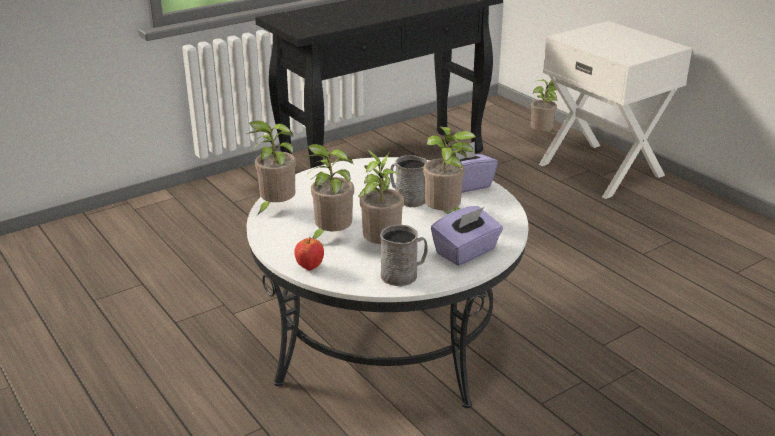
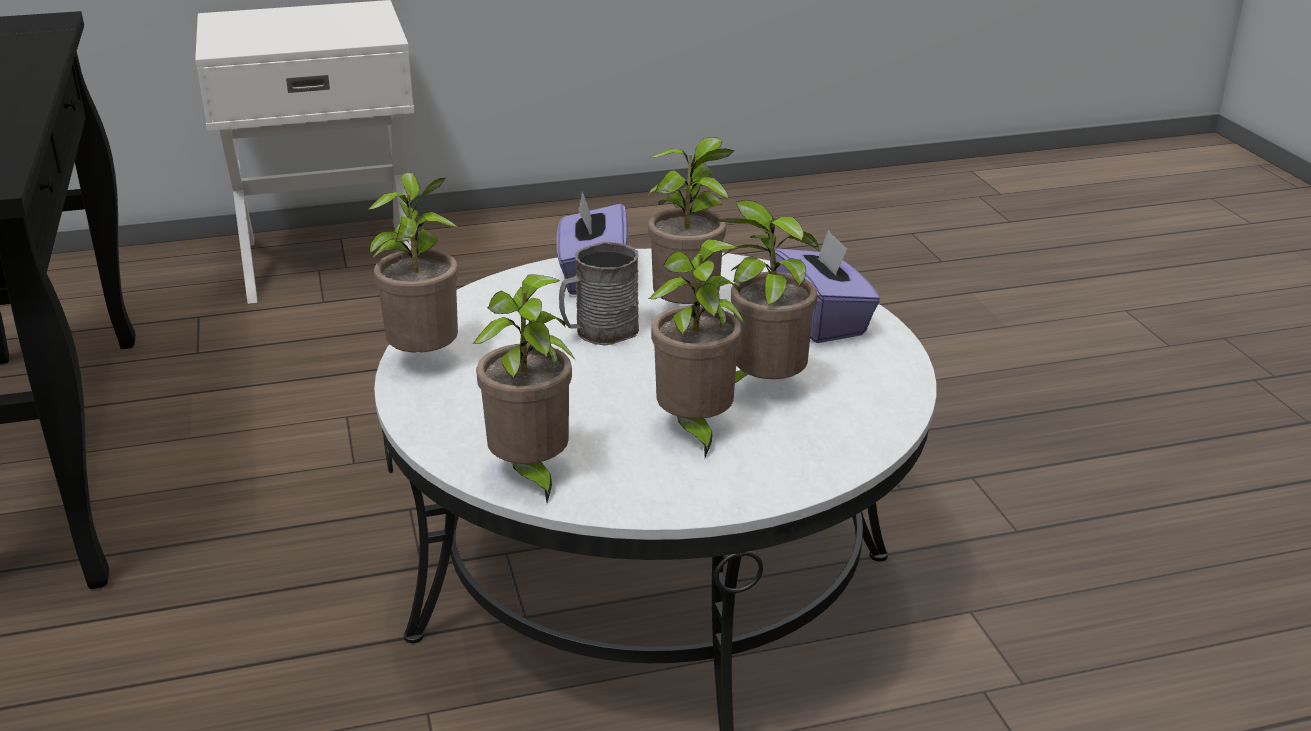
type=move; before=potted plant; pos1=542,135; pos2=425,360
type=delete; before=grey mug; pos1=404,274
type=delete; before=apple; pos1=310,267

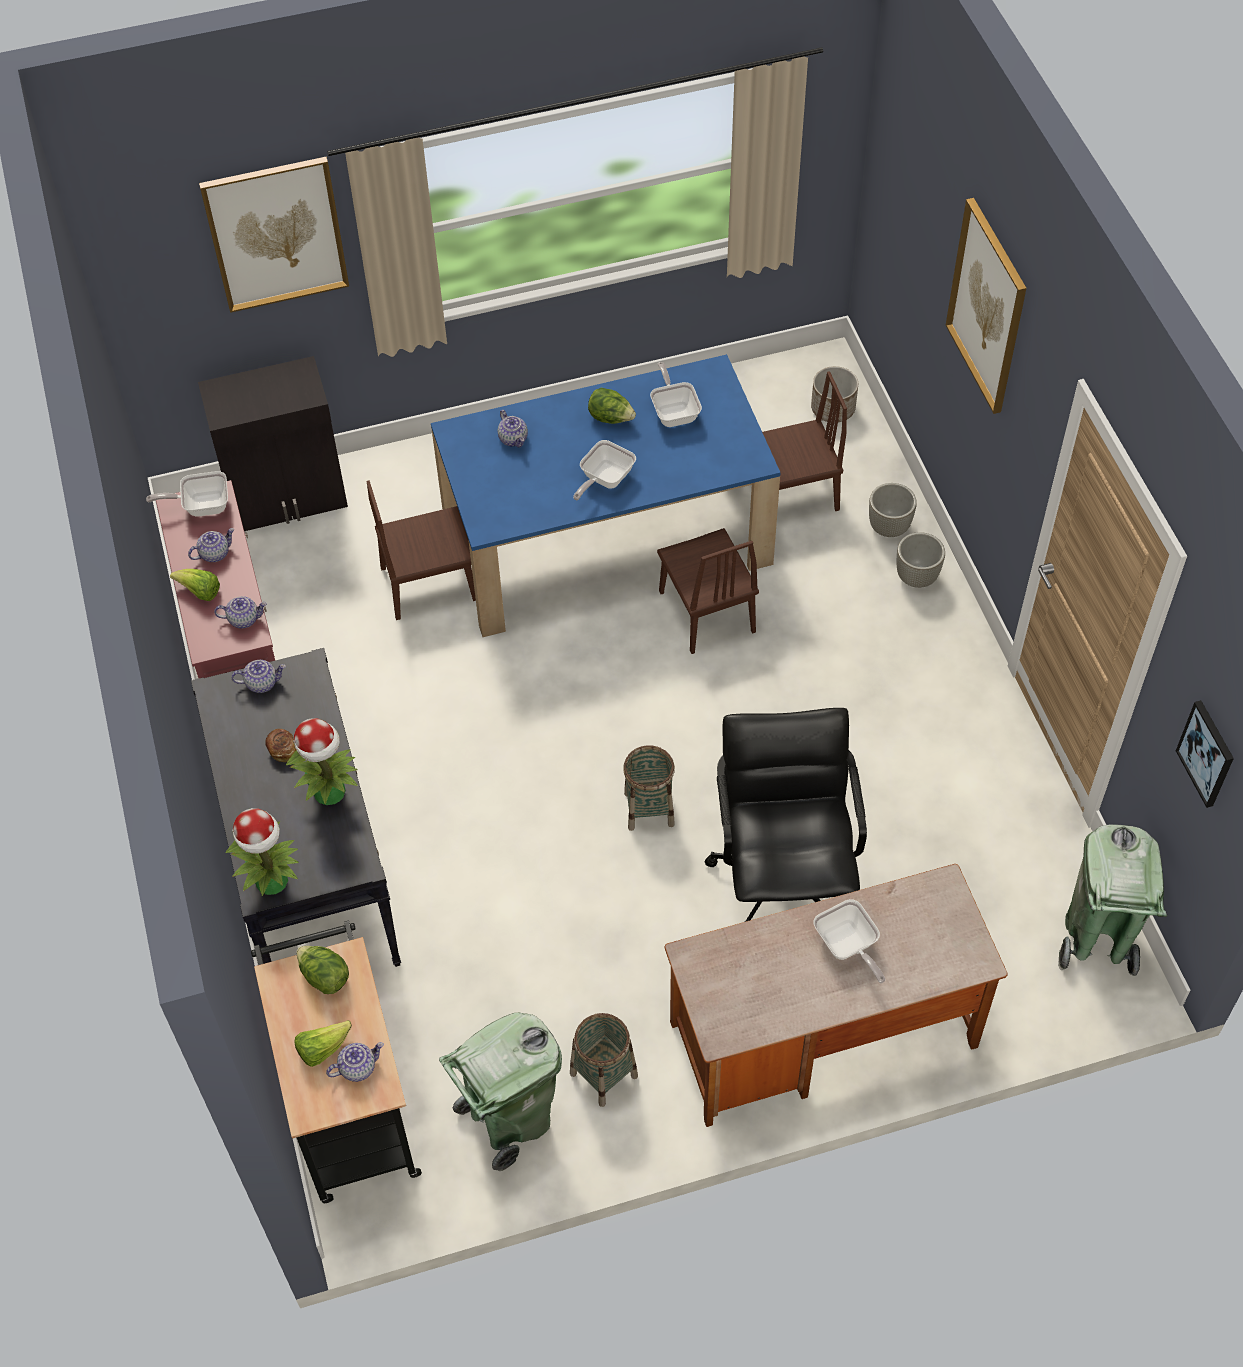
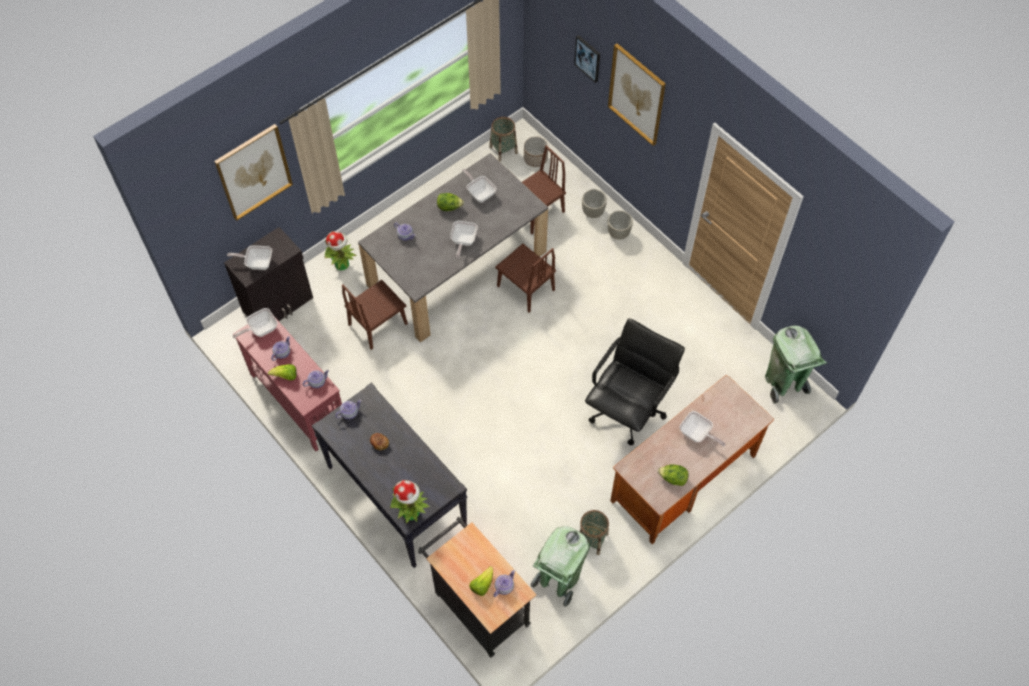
type=recolor; before=blue-coloured kitchen table; after=grey kitchen table; pos1=606,539; pos2=456,268
type=move; before=wall art; pos1=1207,753; pos2=588,58
type=rotate; before=black-coloured desk chair; pos1=783,877; pos2=628,409; turn=60
type=move; before=potted plant; pos1=330,792; pos2=342,264
type=move; before=household basket; pos1=649,809; pos2=503,150
type=move; before=head of lettuce; pos1=324,977; pos2=673,478
type=insert; after=skillet; pos2=257,263

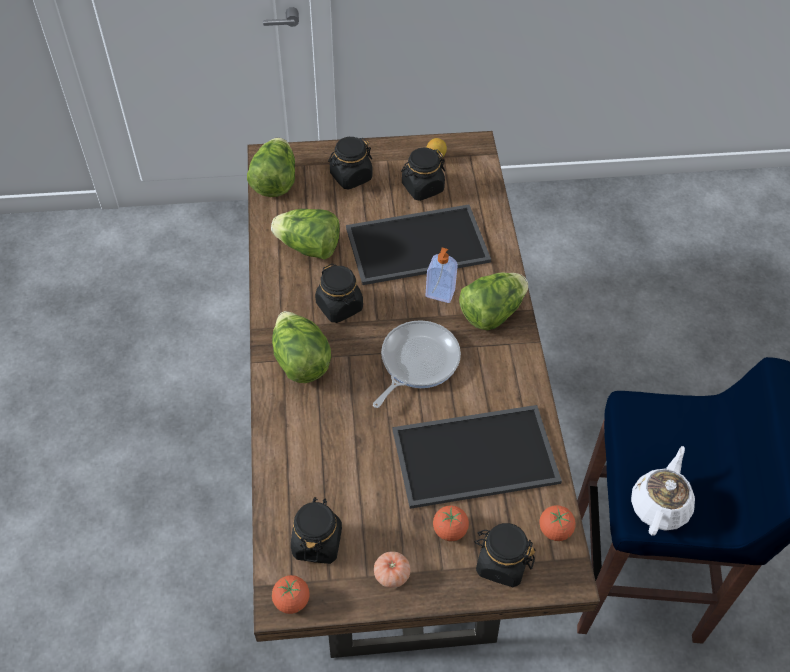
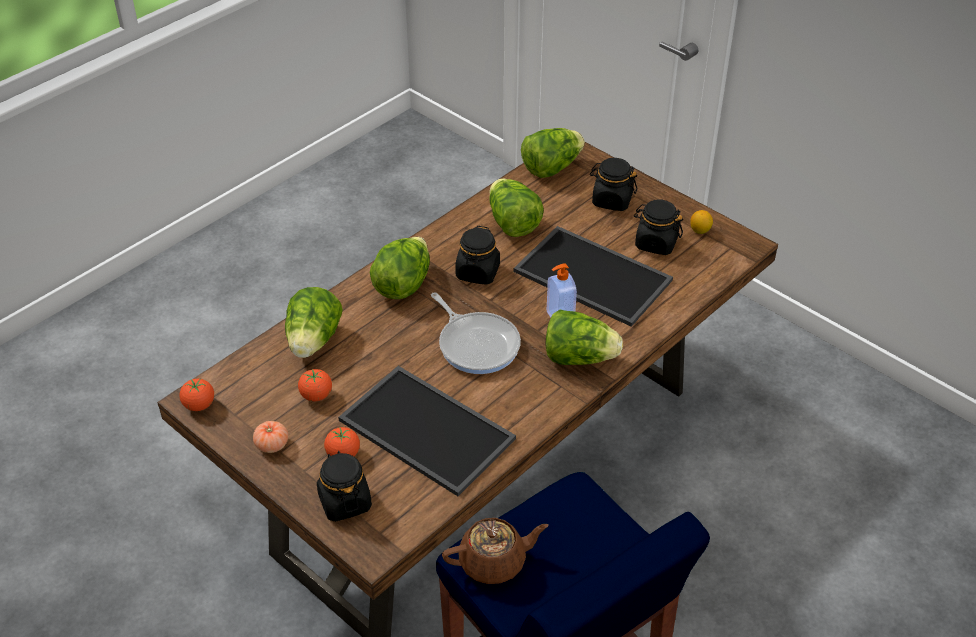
type=rotate; before=skillet; pos1=416,362; pos2=477,344; turn=60
type=recolor; before=whitish pot for tea; after=brownish pot for tea; pos1=660,505; pos2=494,562
type=delete; before=black-coloured preserve jar; pos1=317,542
type=move; before=whole tomato; pos1=555,530; pos2=316,395
type=insert; after=head of lettuce; pos2=314,341

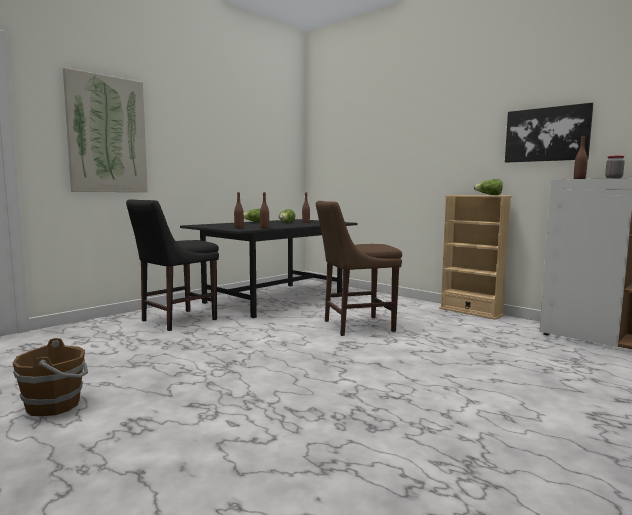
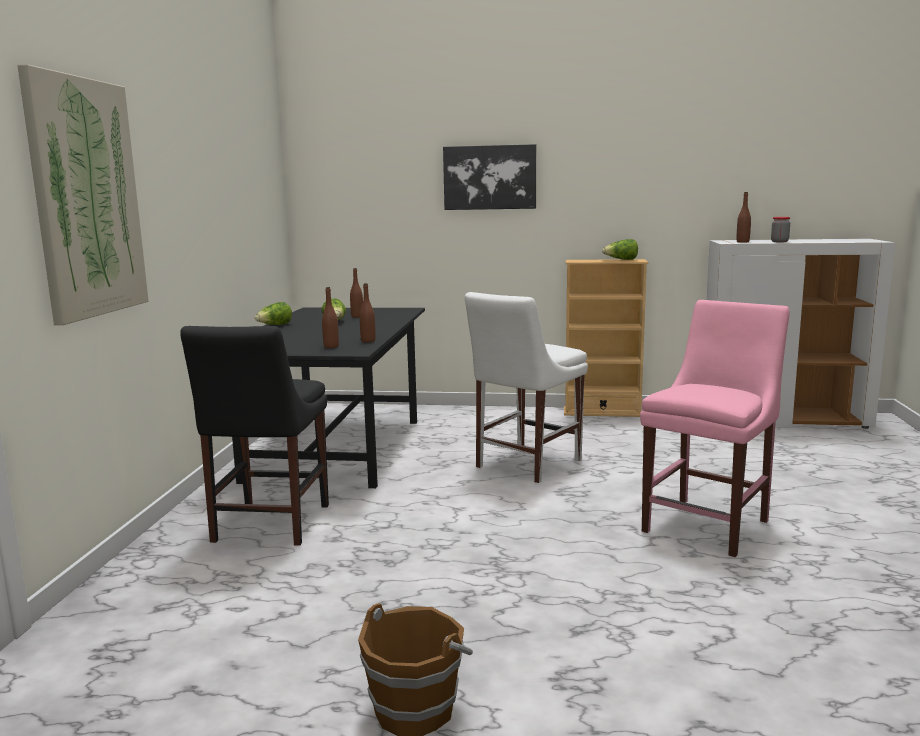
type=move; before=wall art; pos1=547,134; pos2=490,177
type=recolor; before=brownish chair; after=whitish chair; pos1=354,326; pos2=525,464
type=insert; after=pinkish chair; pos2=709,524

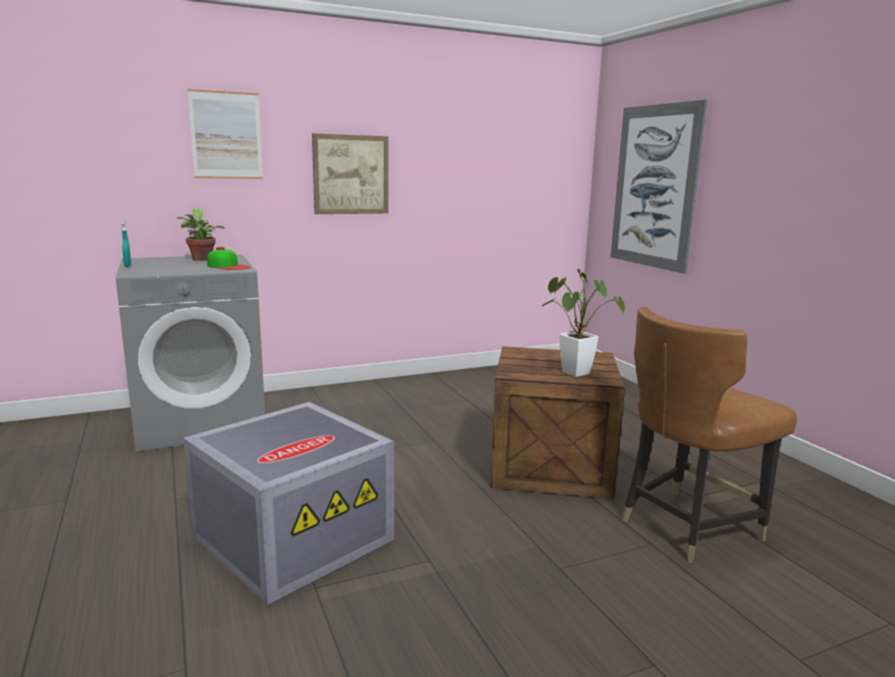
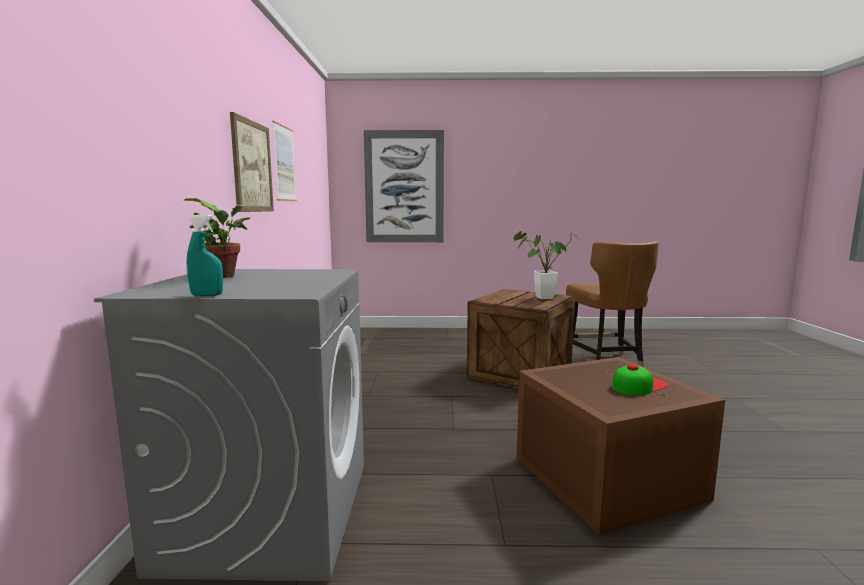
type=move; before=wall art; pos1=226,135; pos2=284,163
type=move; before=cap; pos1=228,266; pos2=638,385
type=recolor; before=grey storage box; after=brownish storage box; pos1=294,536; pos2=604,476

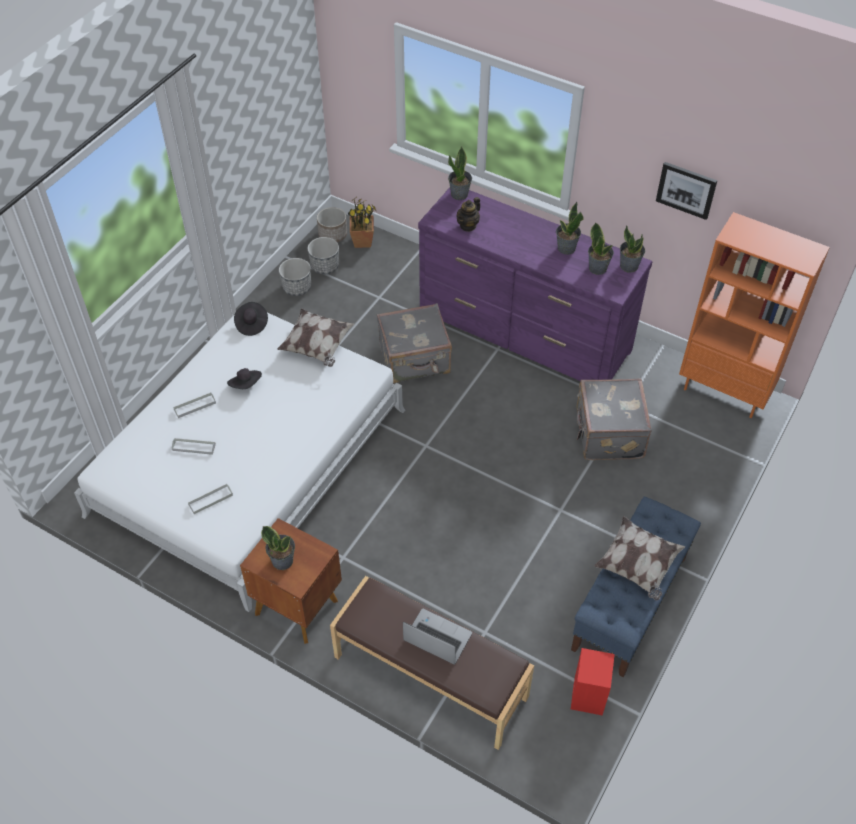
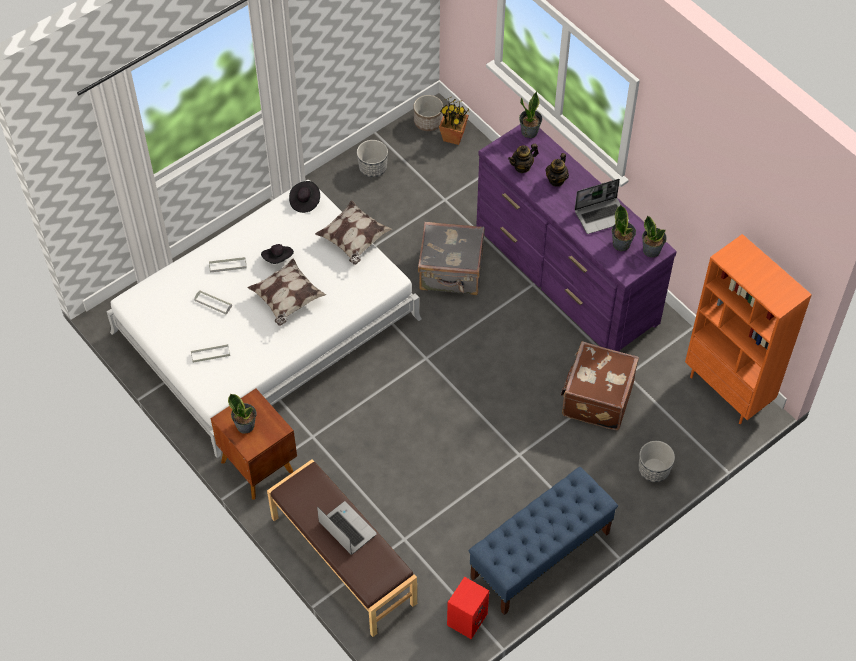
type=delete; before=wall art; pos1=686,189
type=replace; before=potted plant; after=portable computer; pos1=566,248; pos2=602,215
type=move; before=planter; pos1=325,266; pos2=653,469
type=recolor; before=grey suitcase; after=brownish suitcase; pos1=607,434; pos2=596,398
type=move; before=pillow; pos1=637,566; pos2=287,299
type=insert; after=pot for tea; pos2=556,180

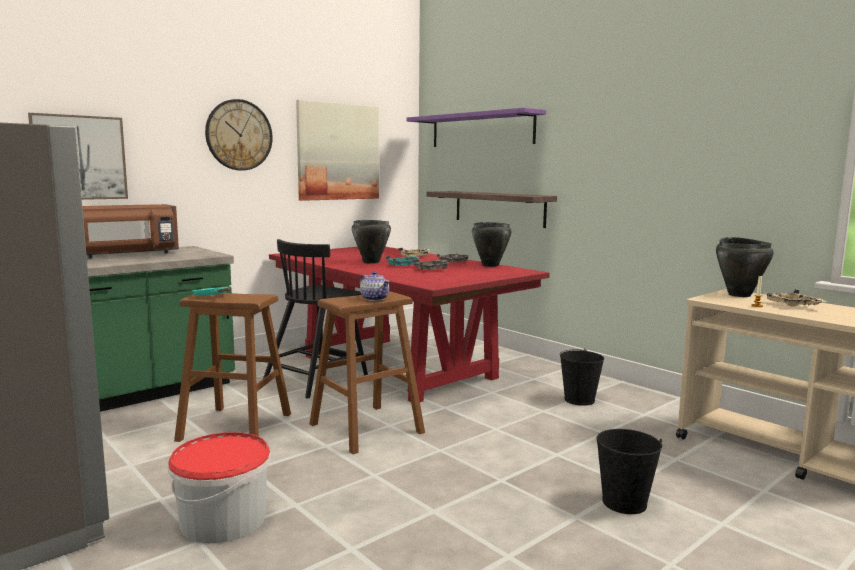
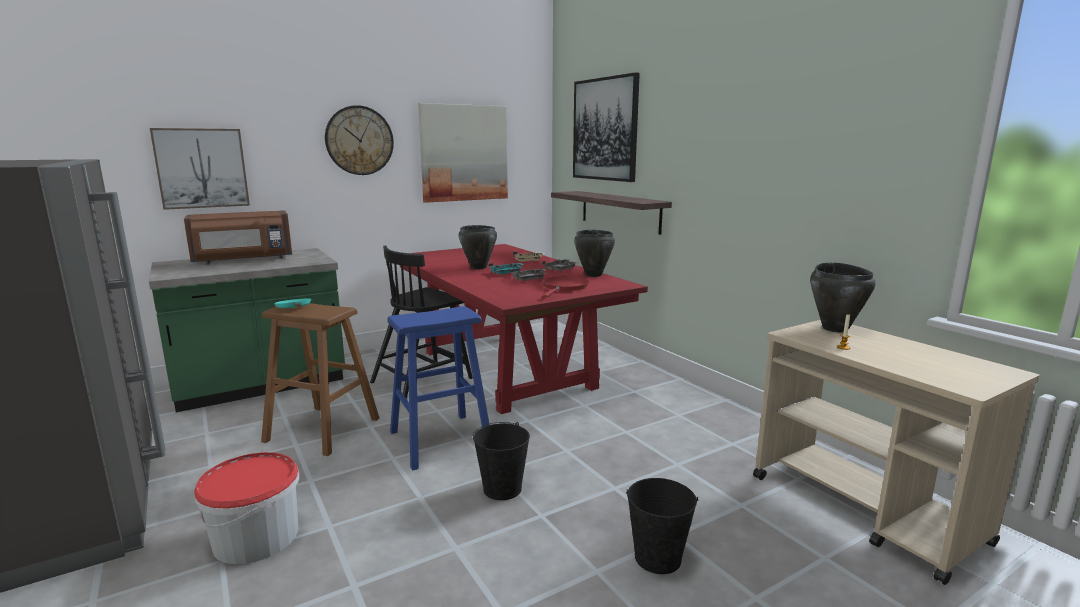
type=replace; before=purple wall shelf; after=wall art; pos1=481,130; pos2=605,129
type=delete; before=pot for tea; pos1=374,299
type=delete; before=beige carrying tray; pos1=793,305
type=recolor; before=brownish stool seat; after=blue-coloured stool seat; pos1=366,428; pos2=440,440
type=move; before=black-coloured pail; pos1=579,400; pos2=502,489
type=insert; after=red skillet; pos2=564,287

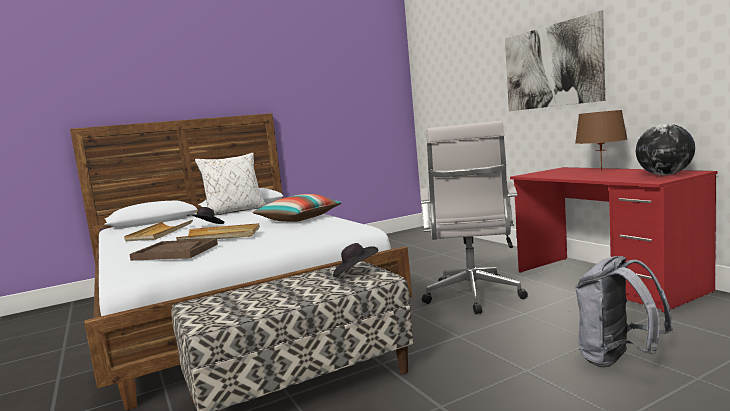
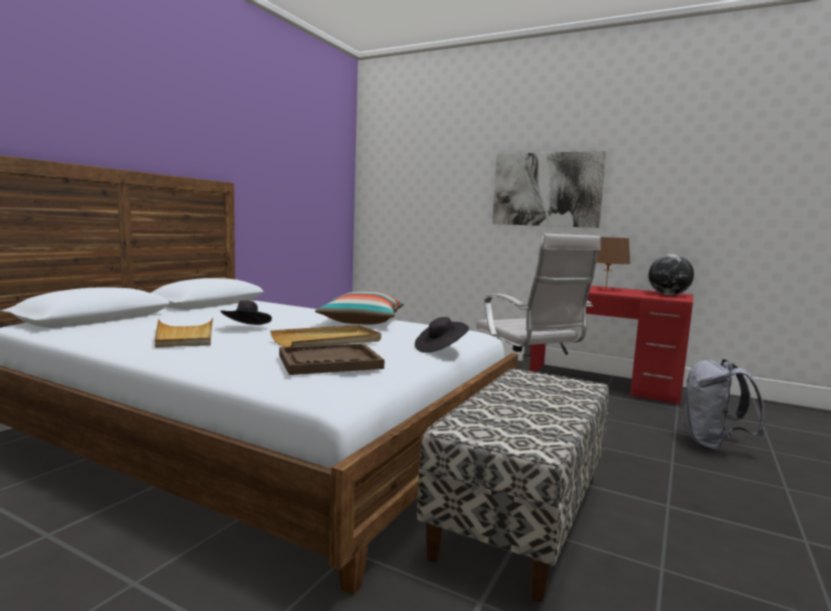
type=delete; before=whitish pillow; pos1=235,211
type=move; before=black-coloured clothing hat; pos1=355,273; pos2=440,349

